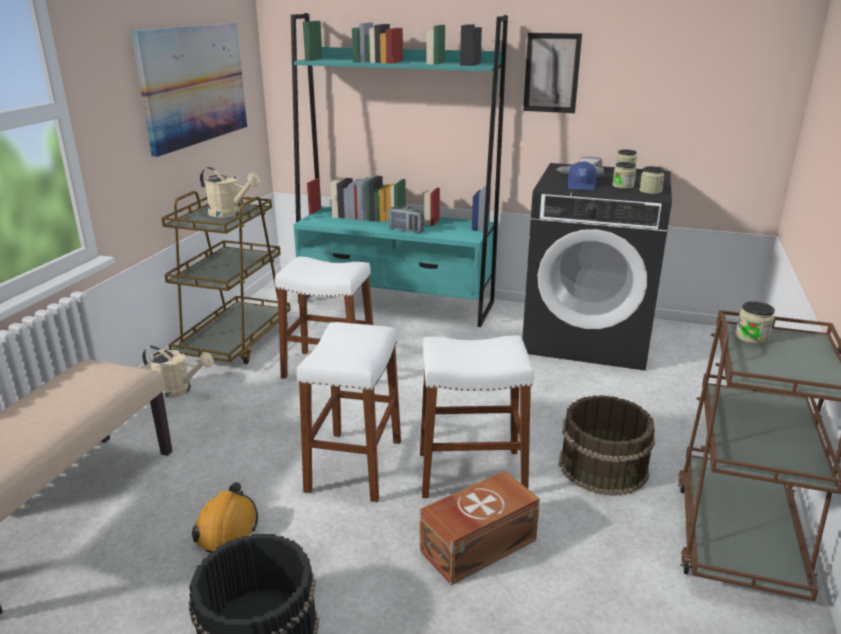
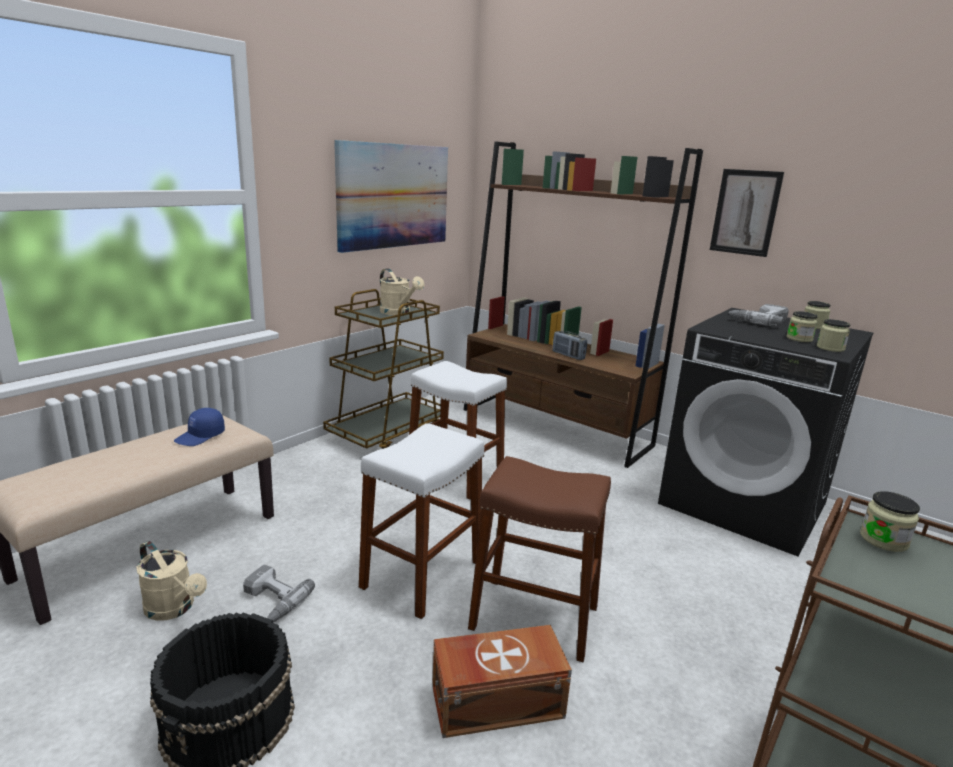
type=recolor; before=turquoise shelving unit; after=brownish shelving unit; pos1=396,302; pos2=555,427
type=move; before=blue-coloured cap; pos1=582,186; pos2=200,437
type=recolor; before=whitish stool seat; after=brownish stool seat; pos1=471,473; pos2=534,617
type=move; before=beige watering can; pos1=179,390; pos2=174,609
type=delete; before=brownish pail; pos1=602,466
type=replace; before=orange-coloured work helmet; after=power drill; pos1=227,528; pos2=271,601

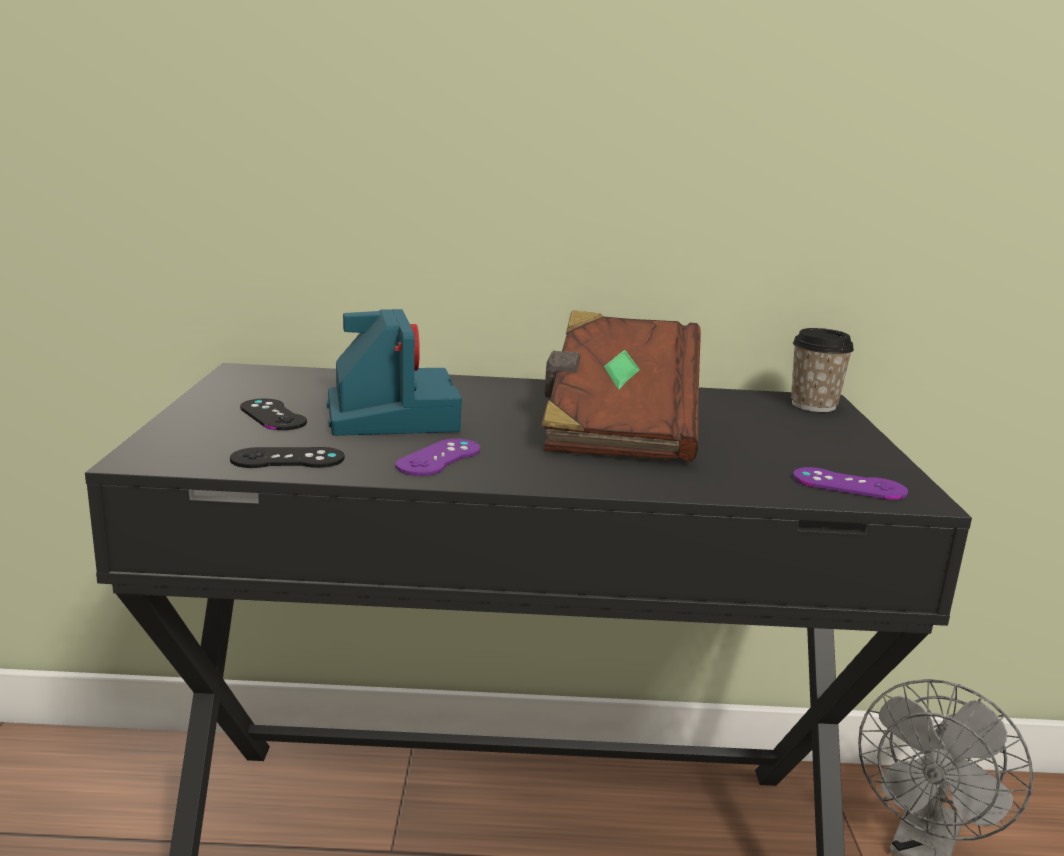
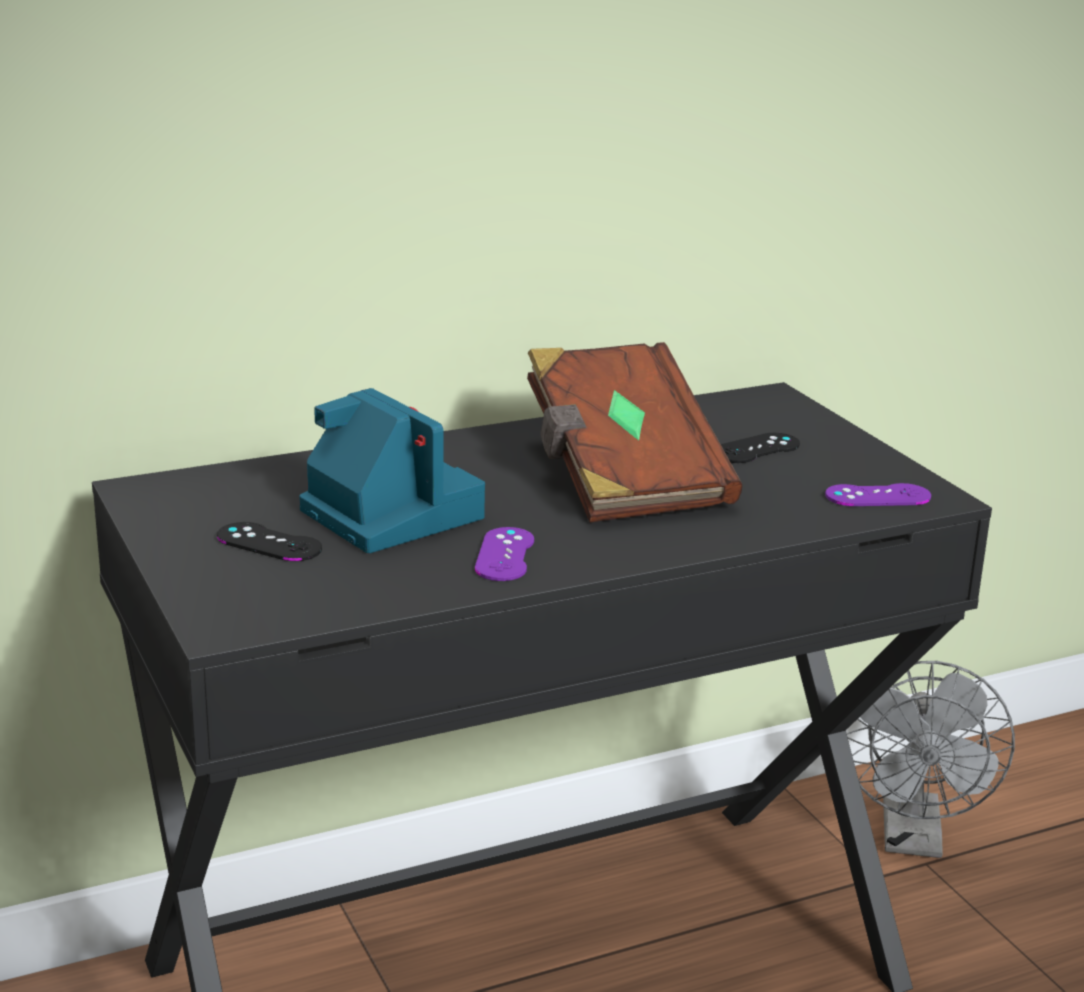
type=delete; before=small cup; pos1=813,405
type=move; before=black-coloured game controller; pos1=287,459; pos2=756,449

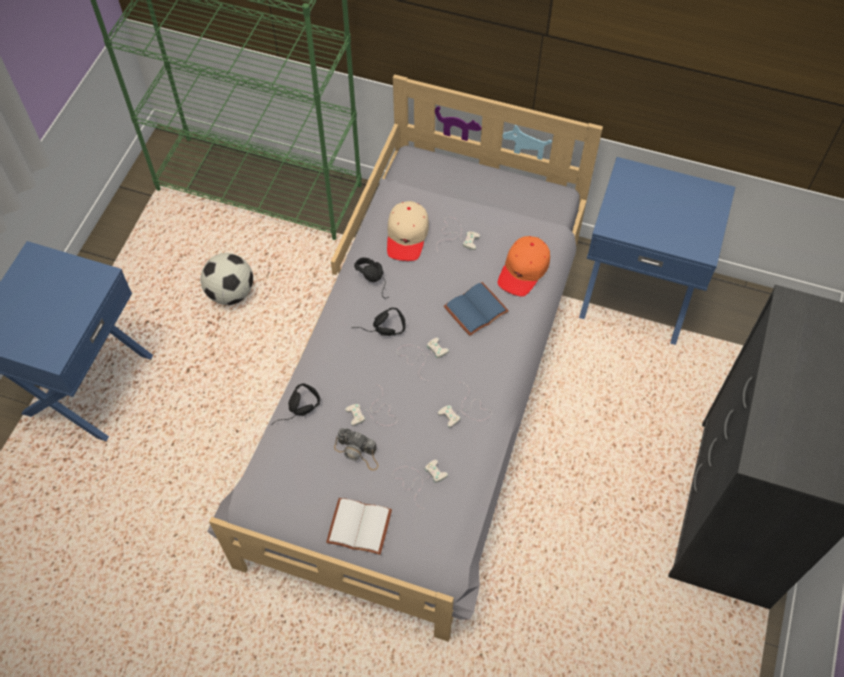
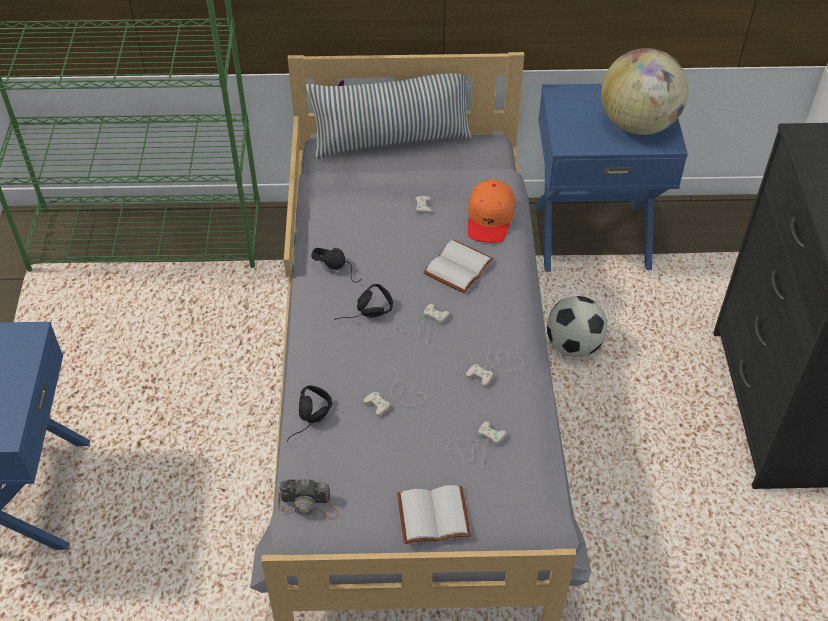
type=delete; before=beige cap; pos1=407,236
type=move; before=ball for football; pos1=231,292; pos2=573,345
type=recolor; before=blue-coloured volume; after=whitish volume; pos1=476,311; pos2=459,269
type=move; before=photo camera; pos1=358,452; pos2=309,505
type=insert; after=desk globe; pos2=638,124
type=insert; after=pillow; pos2=392,141

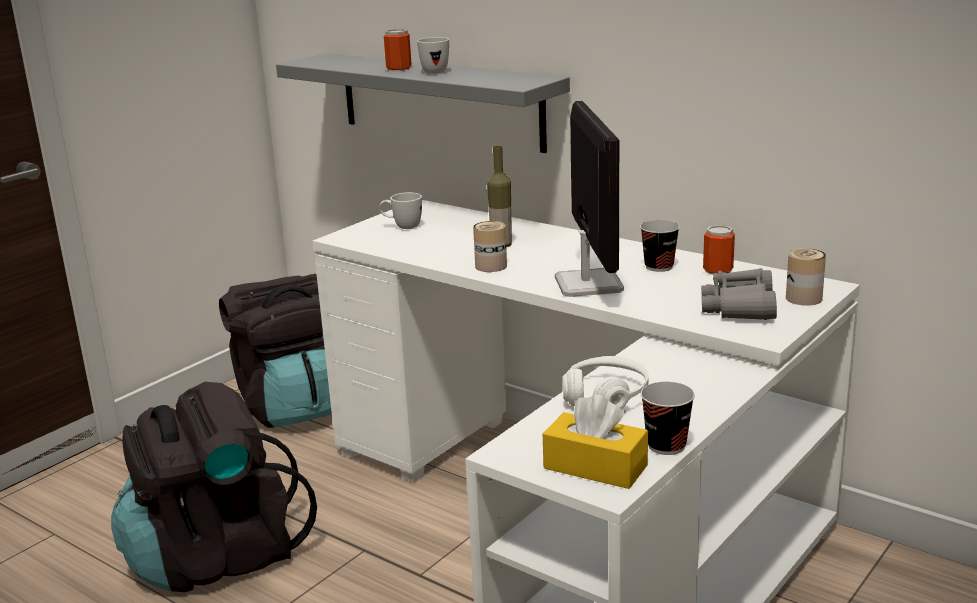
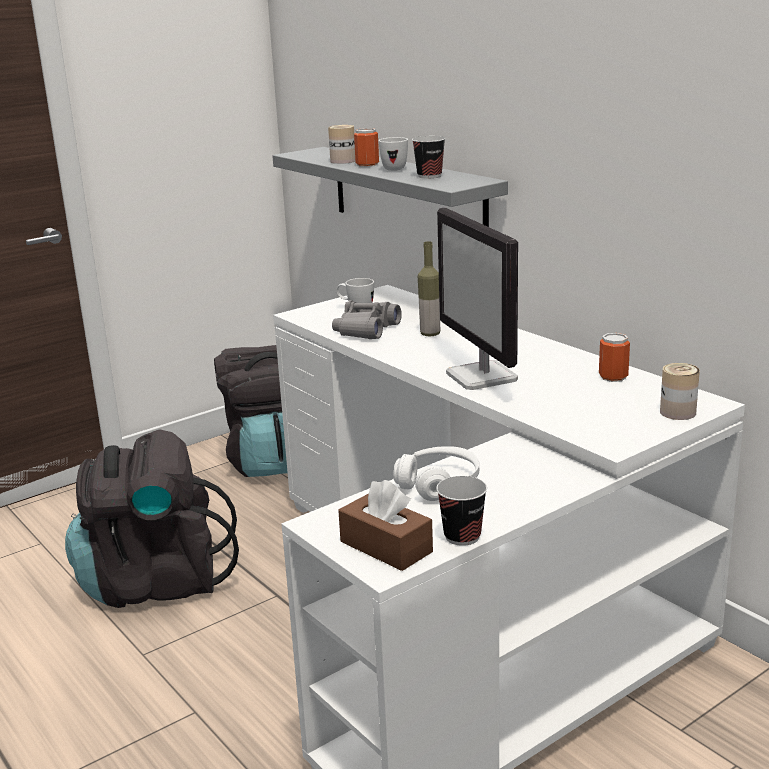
type=rotate; before=monitor; pos1=588,284; pos2=482,377; turn=150
type=move; before=small cup; pos1=659,267; pos2=429,176
type=move; before=metal can; pos1=491,266; pos2=343,161
type=move; before=grey field glasses; pos1=739,307; pos2=366,330
type=recolor; before=yellow-coloured box of tissues; after=brownish box of tissues; pos1=595,467; pos2=386,547

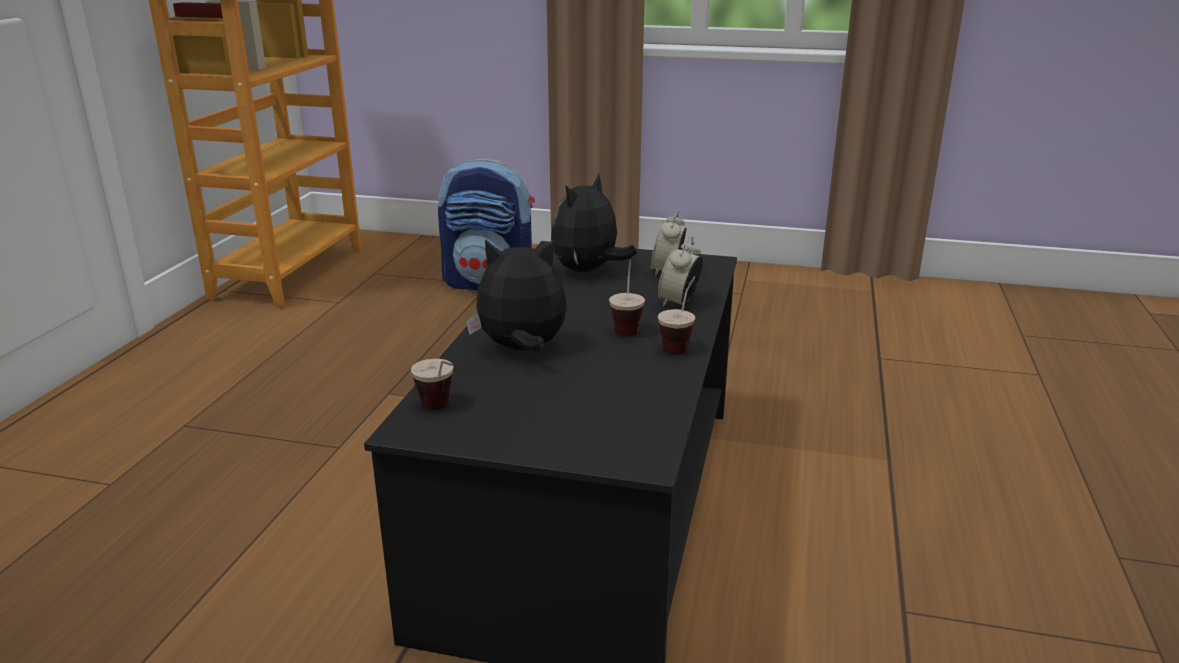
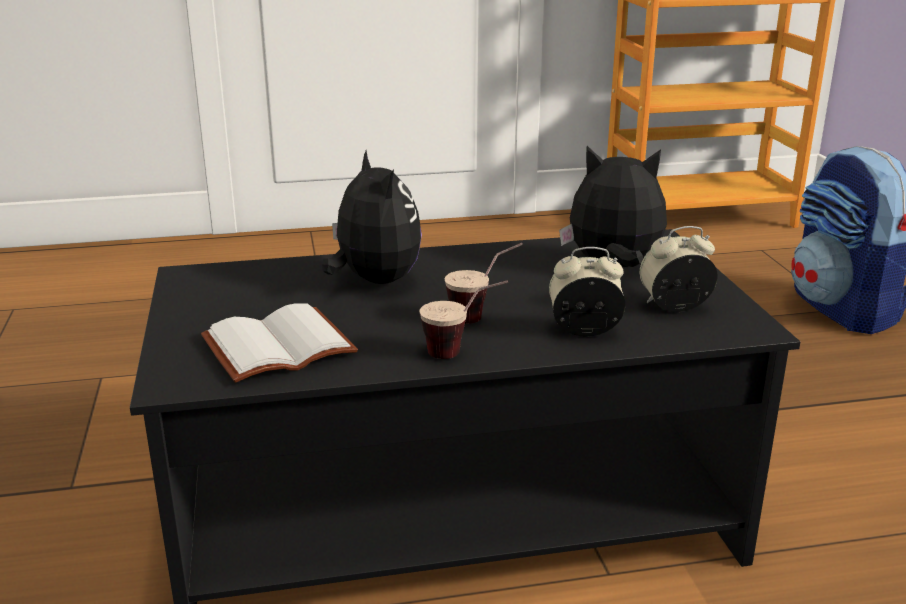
type=delete; before=small cup; pos1=441,411
type=insert; after=whitish volume; pos2=279,345

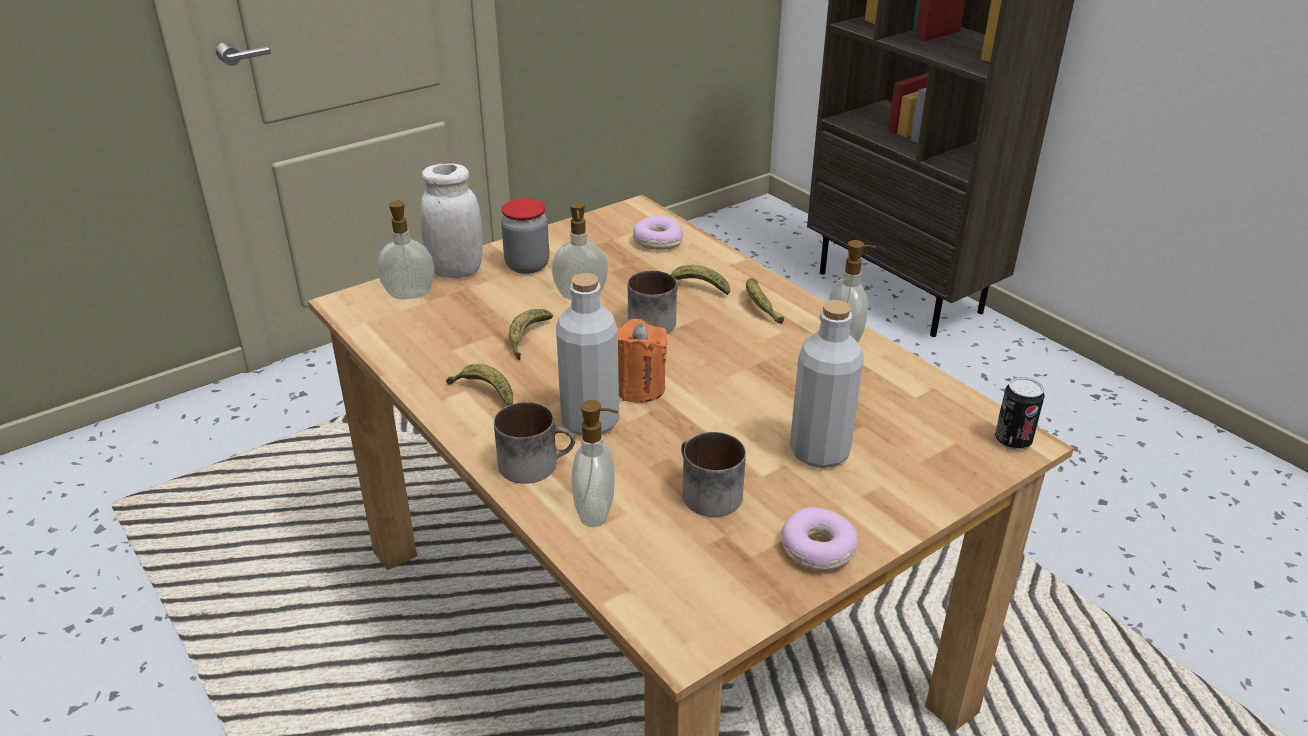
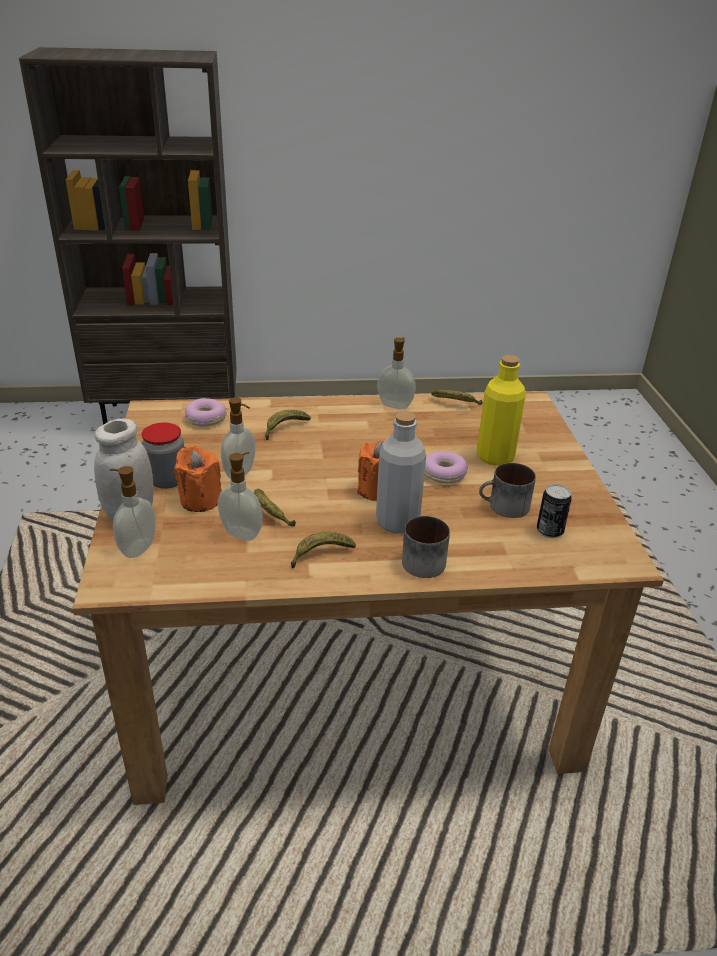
type=delete; before=mug; pos1=654,320
type=move; before=banana; pos1=760,307; pos2=456,403
type=recolor; before=grey drink bottle; after=yellow-coloured drink bottle; pos1=819,452; pos2=495,457
type=move; before=metal can; pos1=1012,441; pos2=549,531
type=move; before=soap dispenser; pos1=596,512; pos2=242,533
type=move; before=doughnut; pos1=817,549; pos2=444,474
type=insert; after=orange-coloured wax candle; pos2=200,500

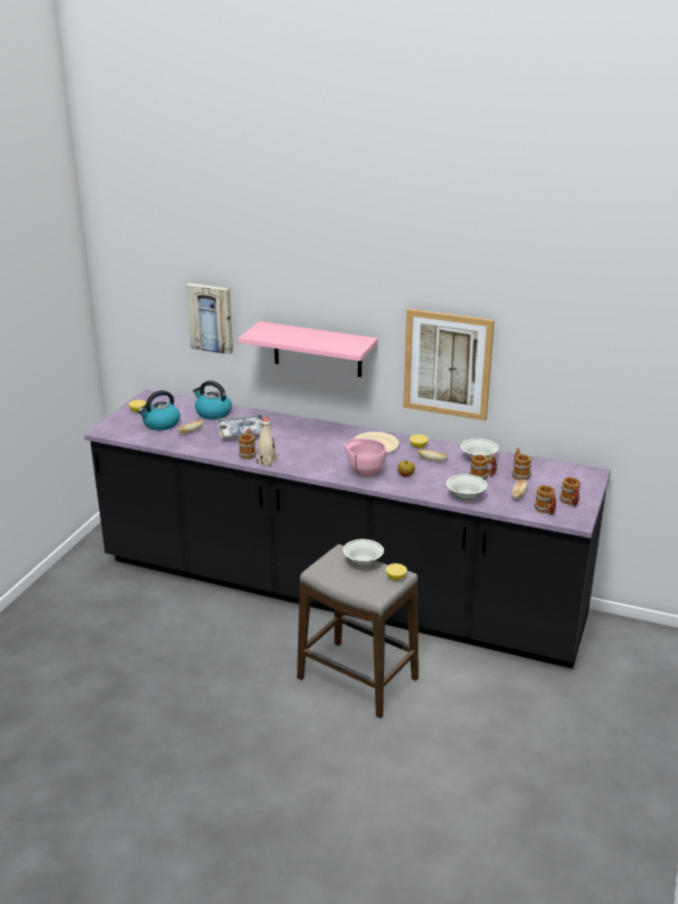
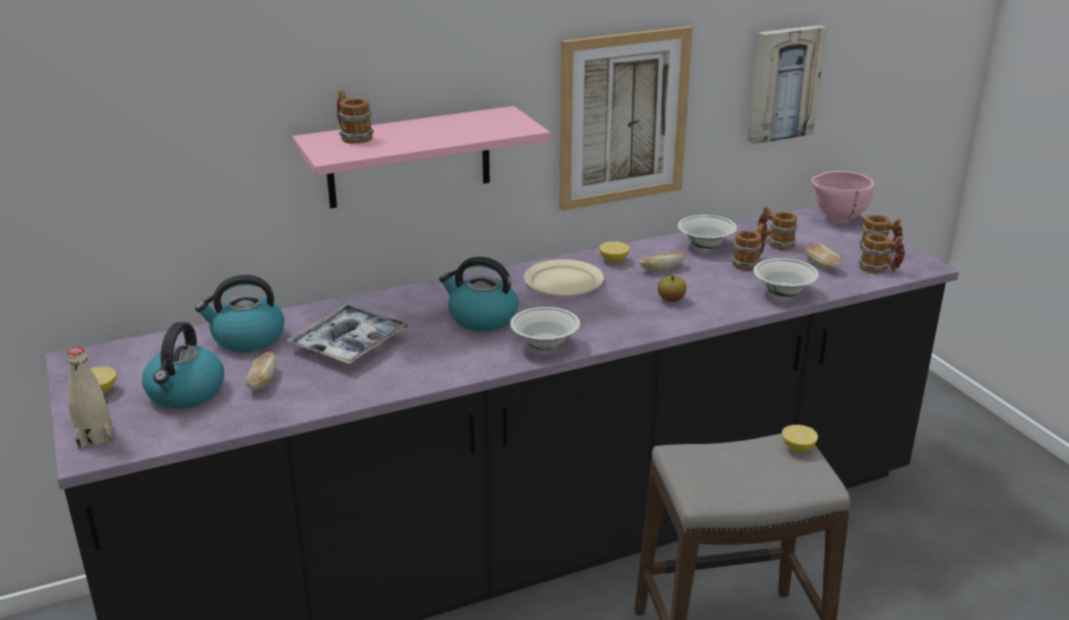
type=move; before=wall art; pos1=211,317; pos2=783,83
type=move; before=beige drink bottle; pos1=267,462; pos2=95,436
type=move; before=mug; pos1=248,453; pos2=353,136
type=move; before=pinkish serving bowl; pos1=364,472; pos2=836,219
type=move; before=whitish serving bowl; pos1=363,563; pos2=545,346
type=insert; after=water kettle; pos2=481,318

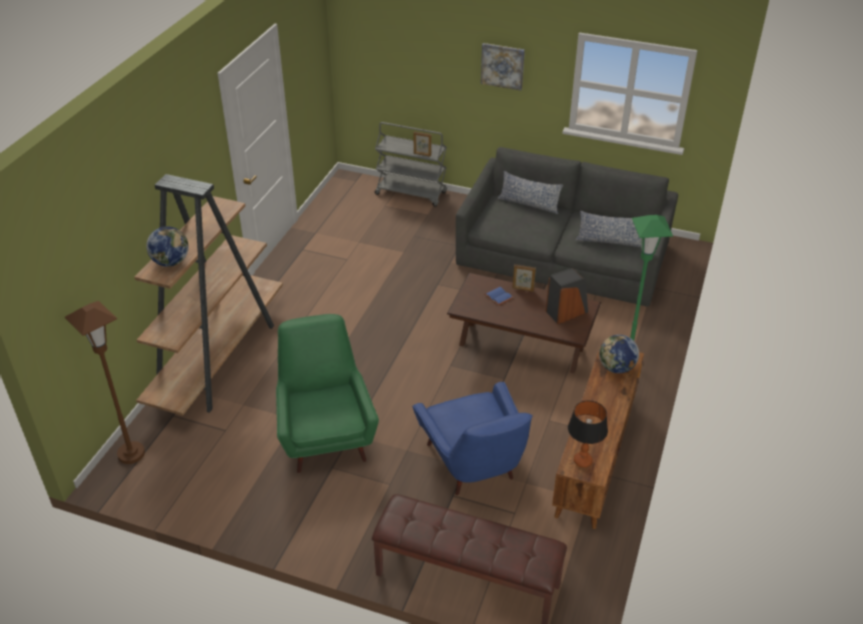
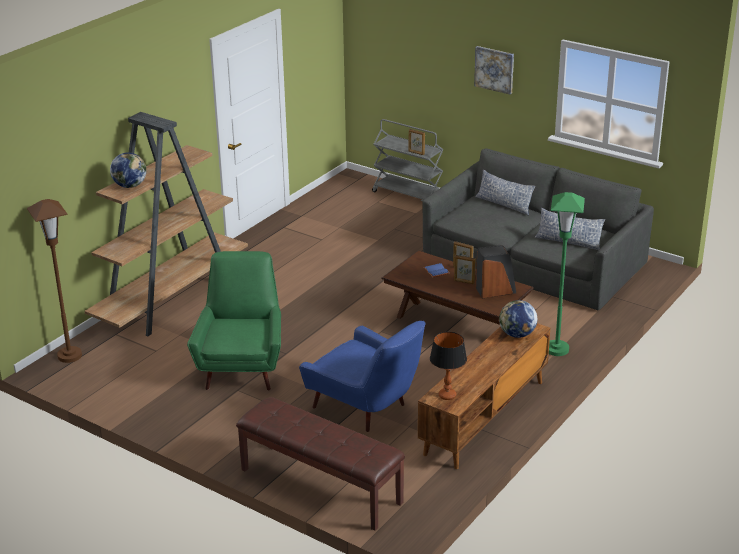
type=rotate; before=blue-coloured lounge chair; pos1=475,467; pos2=366,408; turn=-45
type=insert; after=picture frame; pos2=464,282

